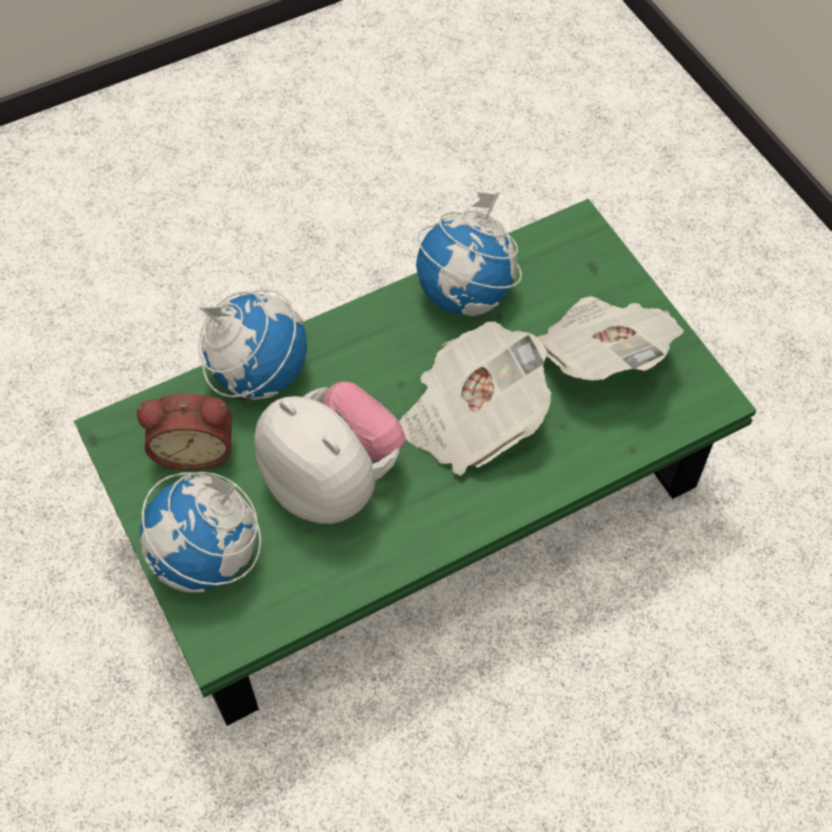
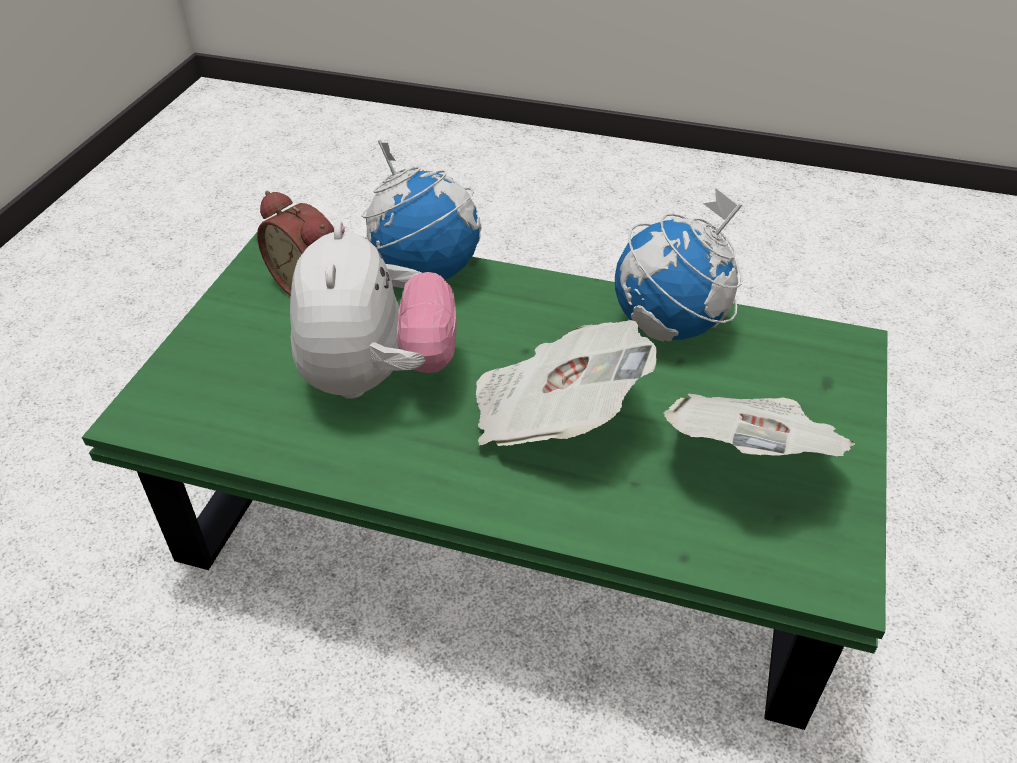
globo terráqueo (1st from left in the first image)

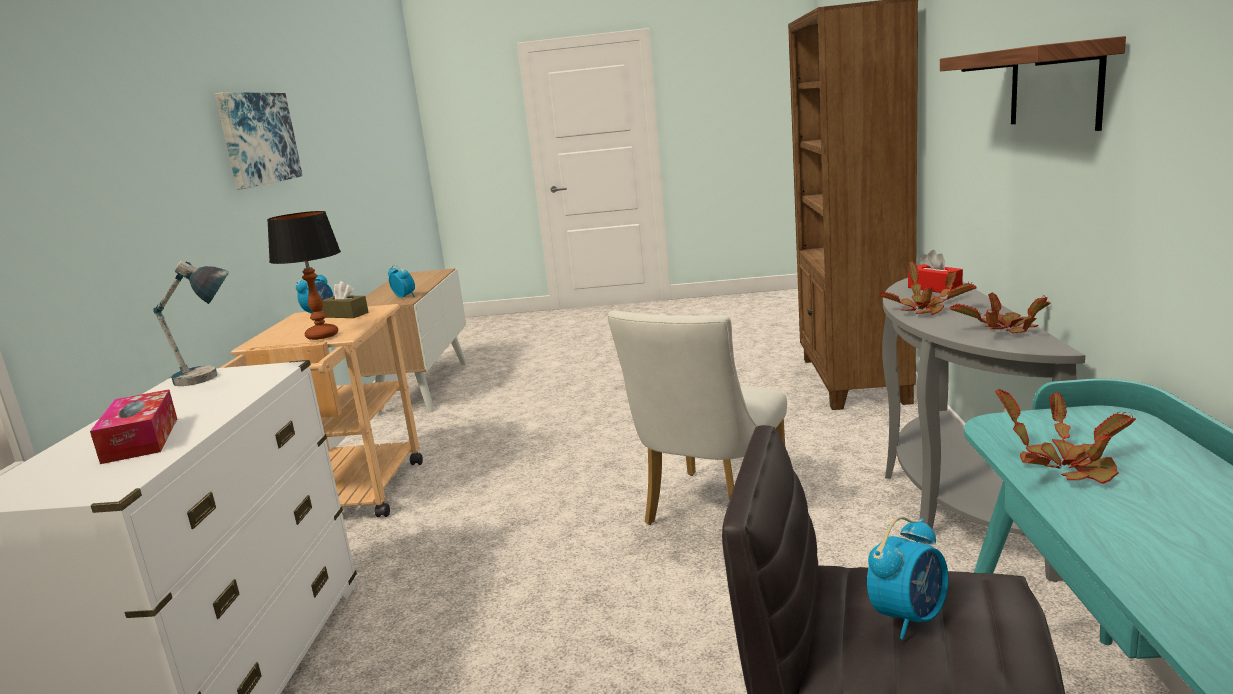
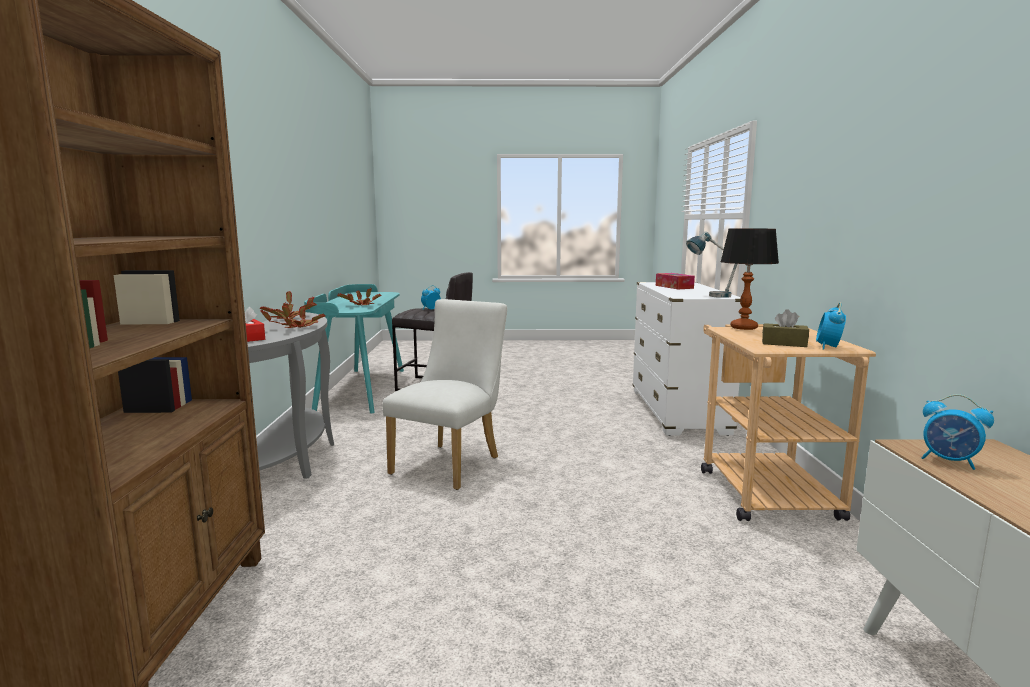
cuadro
estante

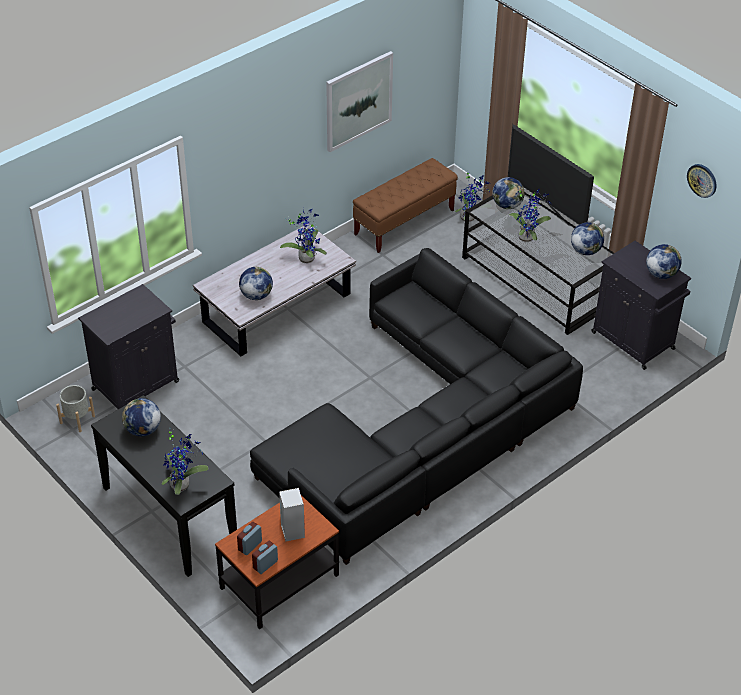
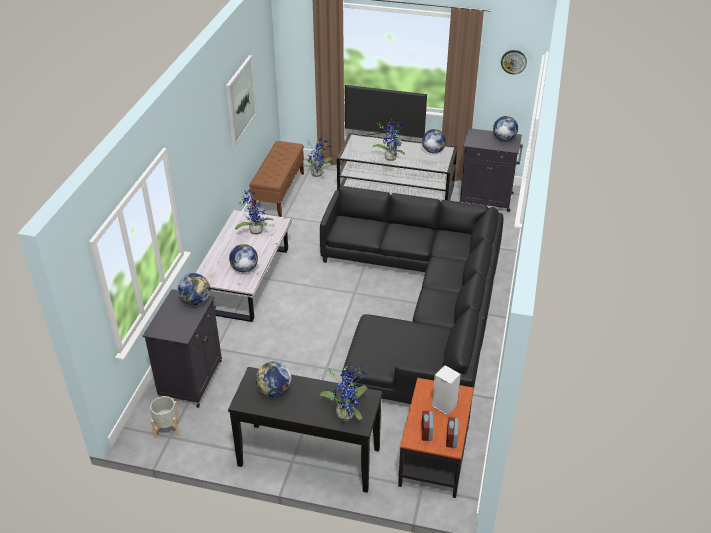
globo terráqueo (1st from left)

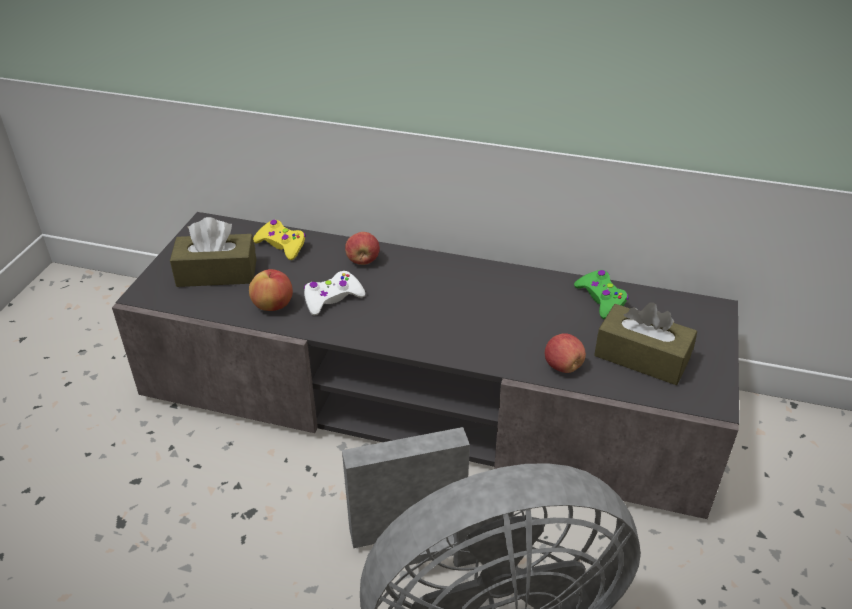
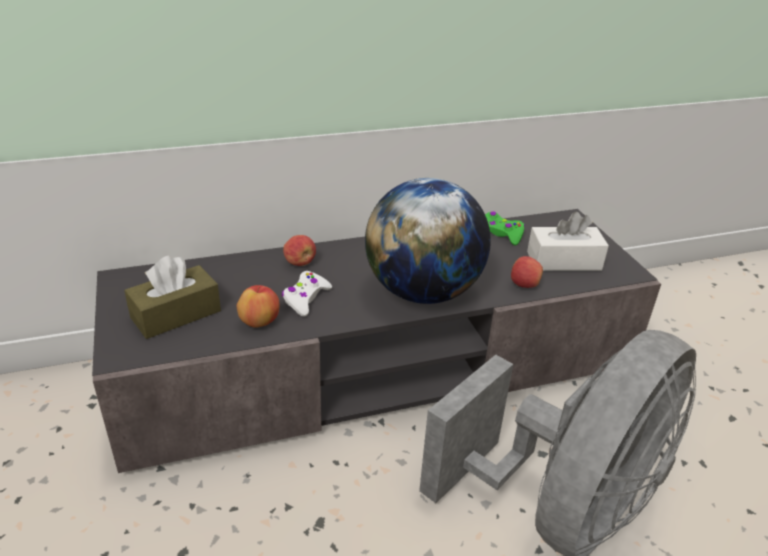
mando de consola [amarillo]
globo terráqueo
caja de pañuelos [blanco]

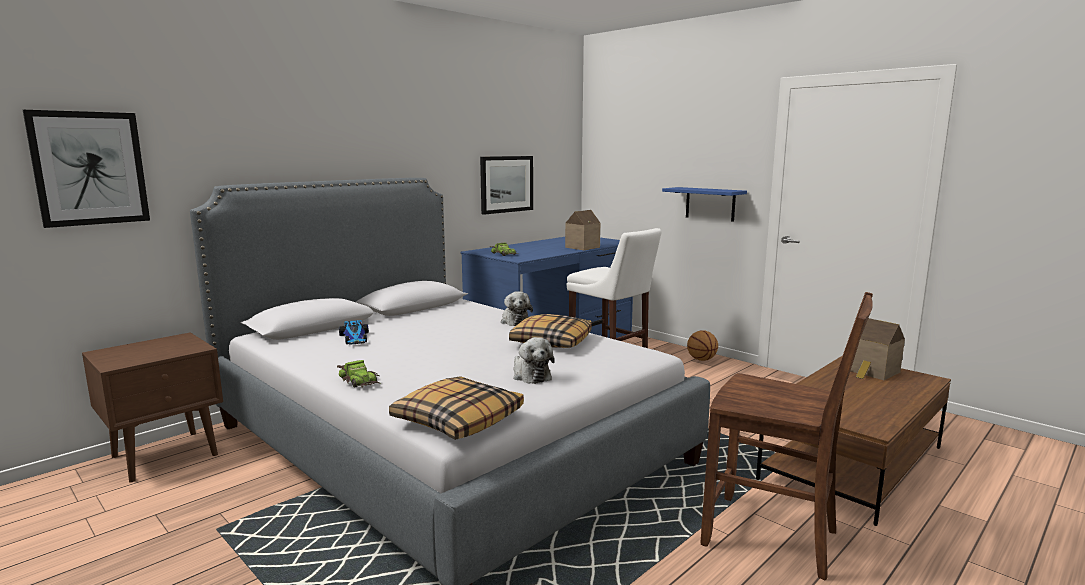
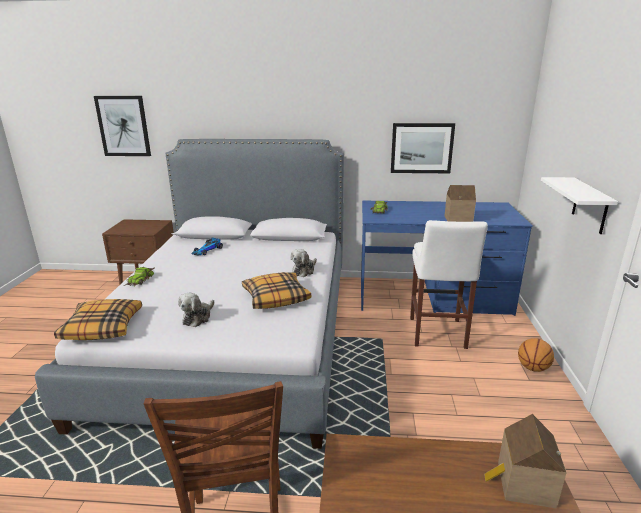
estante [blanco]

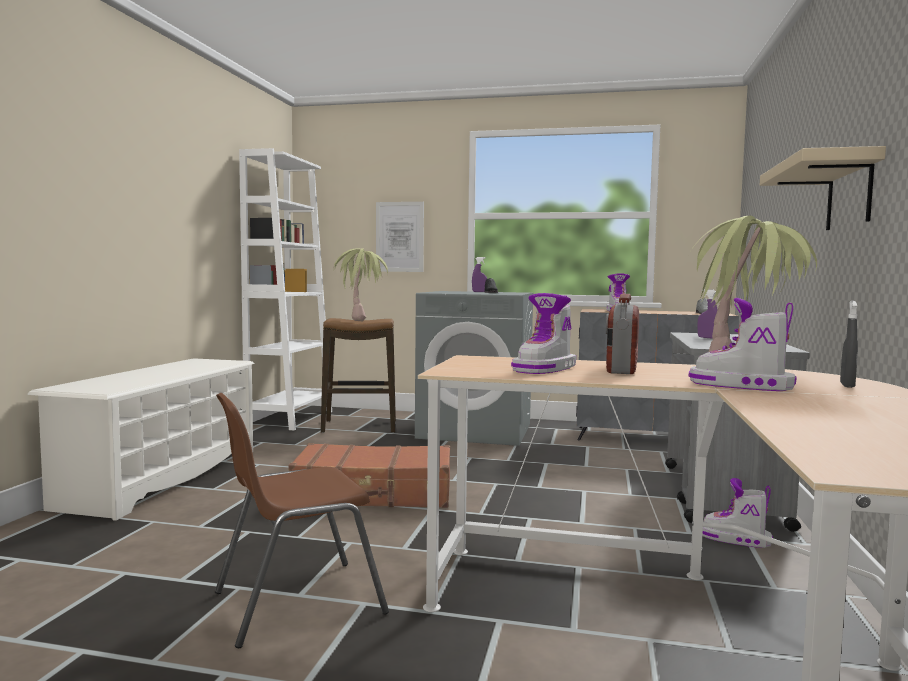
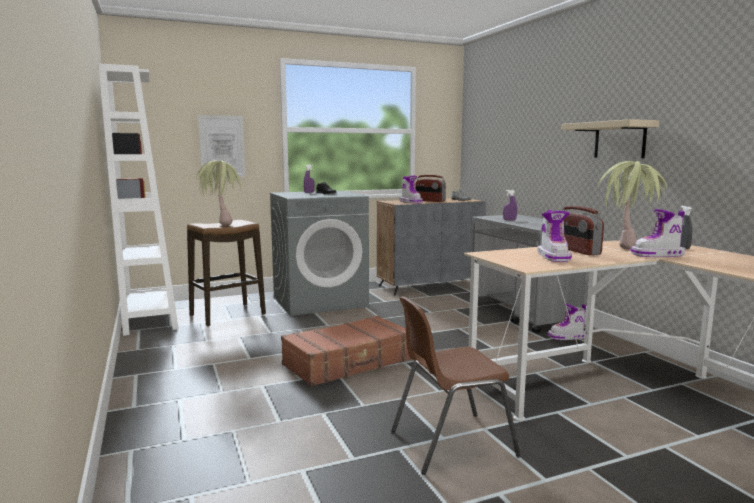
zapatero [blanco]
radio (1st from left)
silla [marrón]

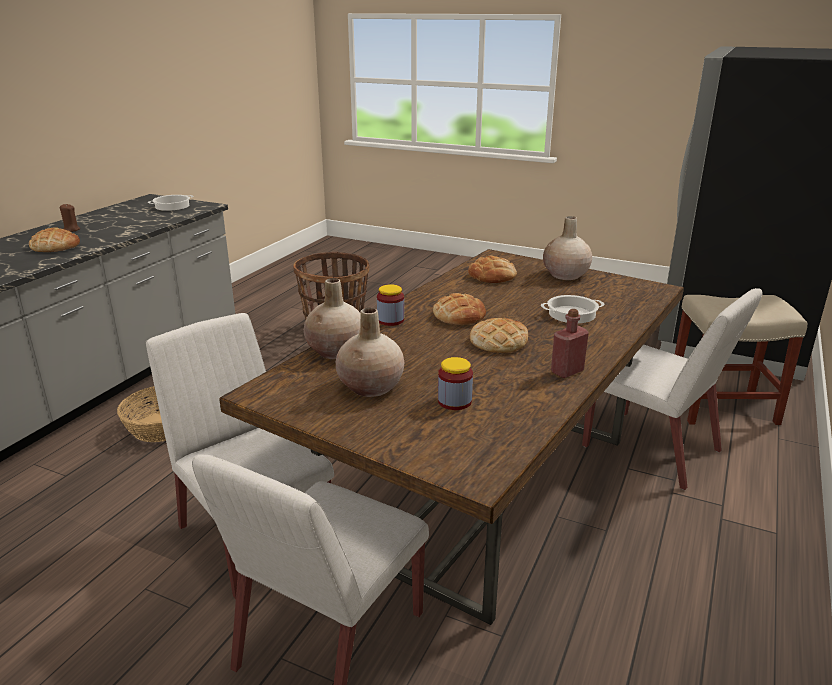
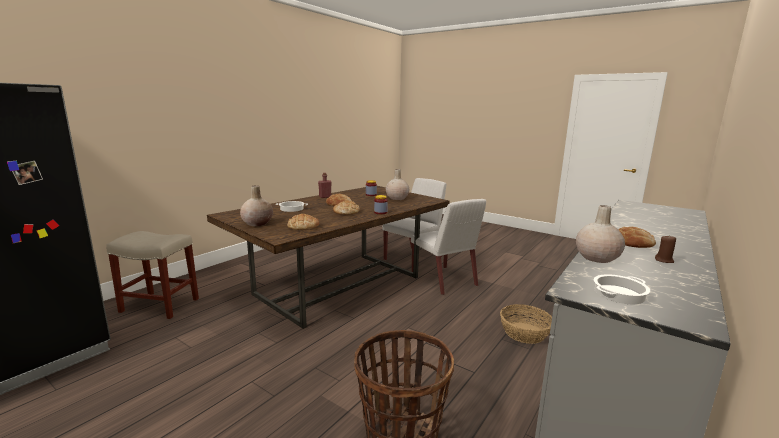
silla [blanco] (3rd from left in the first image)
florero [beis] (3rd from left)

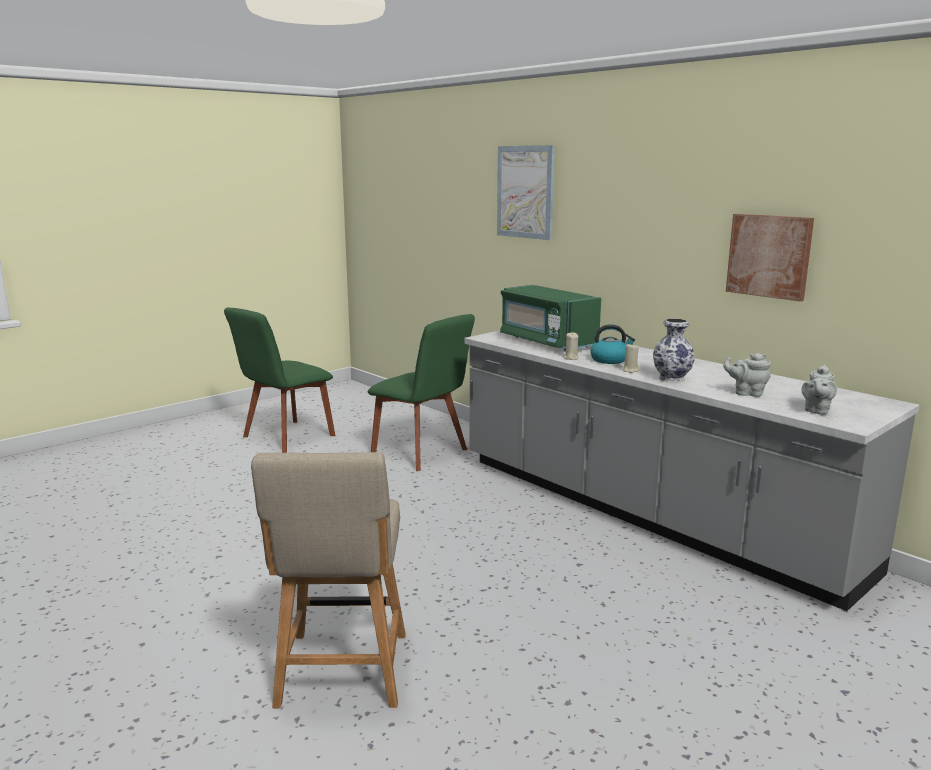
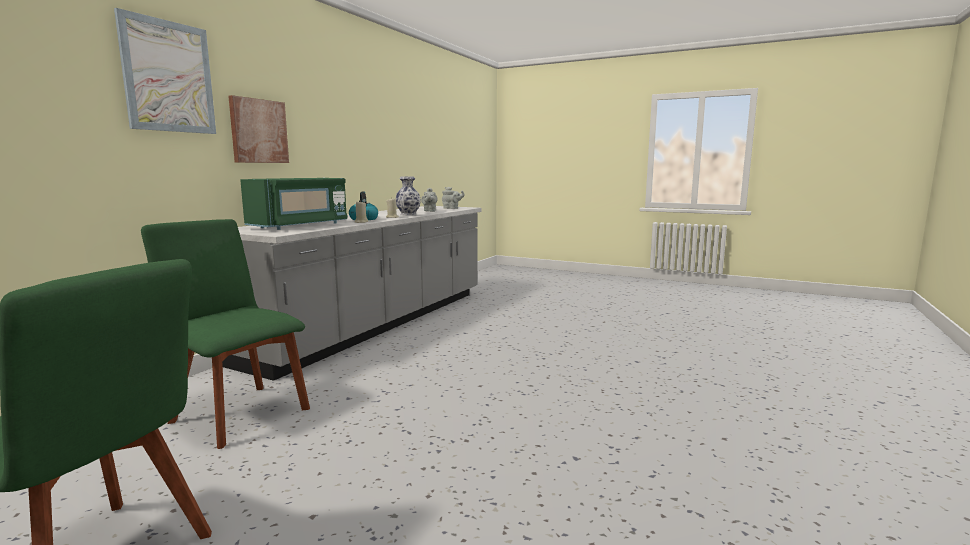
silla [beis]
cuadro (2nd from left)
silla [verde] (2nd from left)

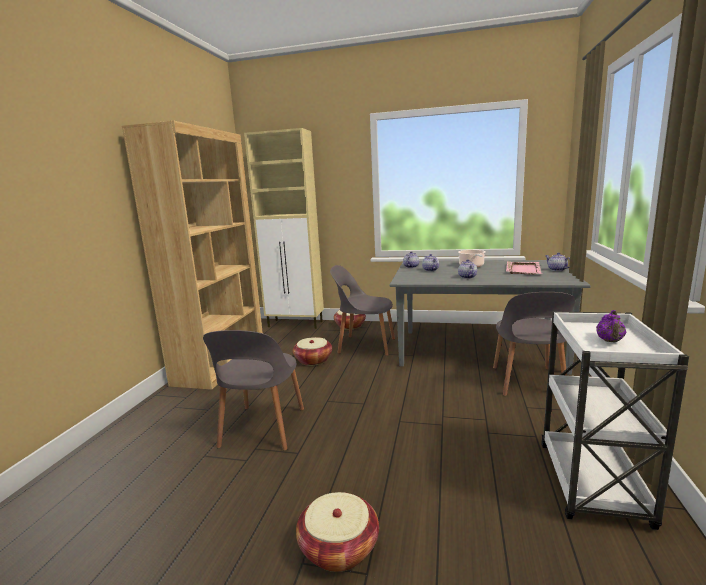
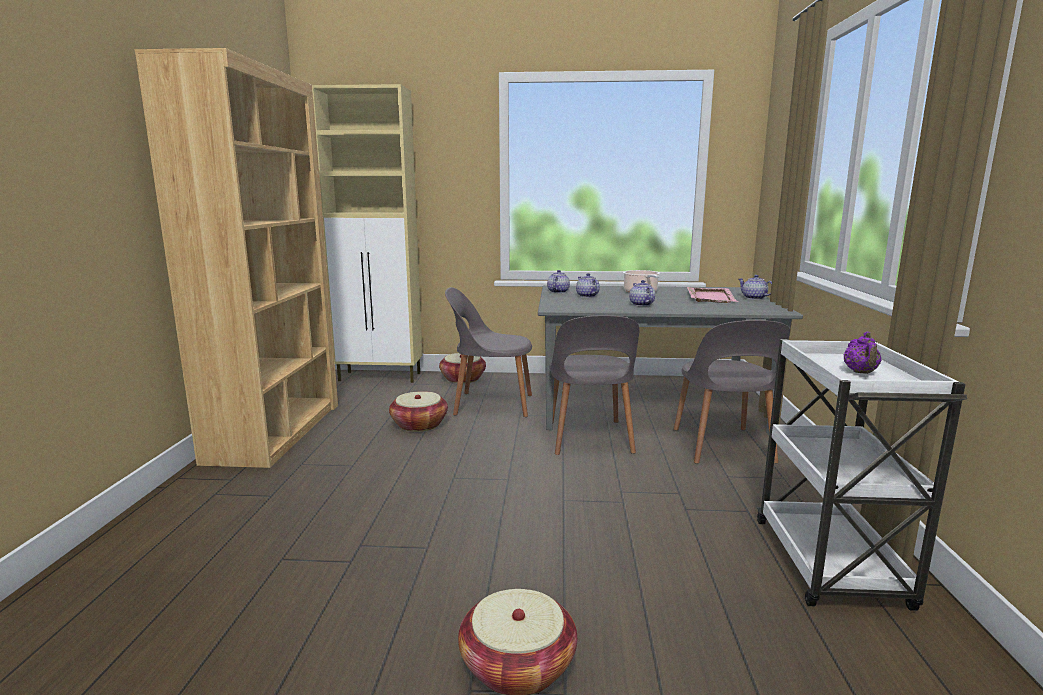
silla [gris] (2nd from left)

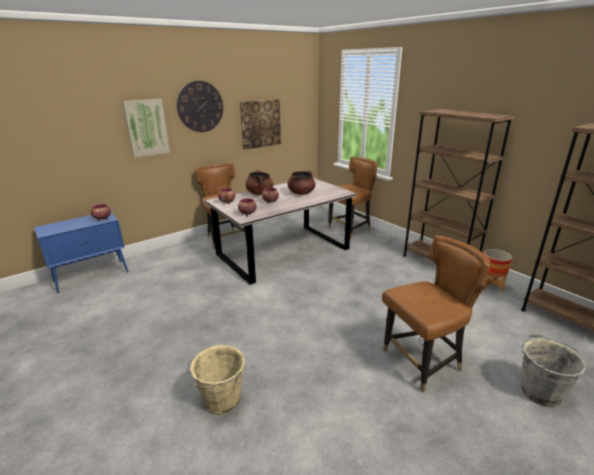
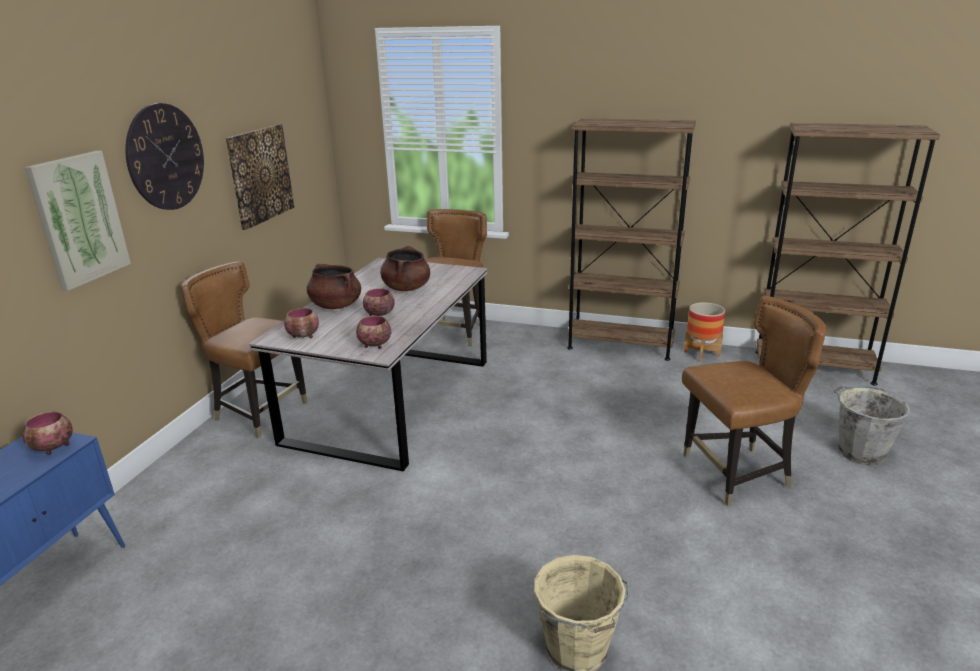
silla [marrón] (3rd from left)

